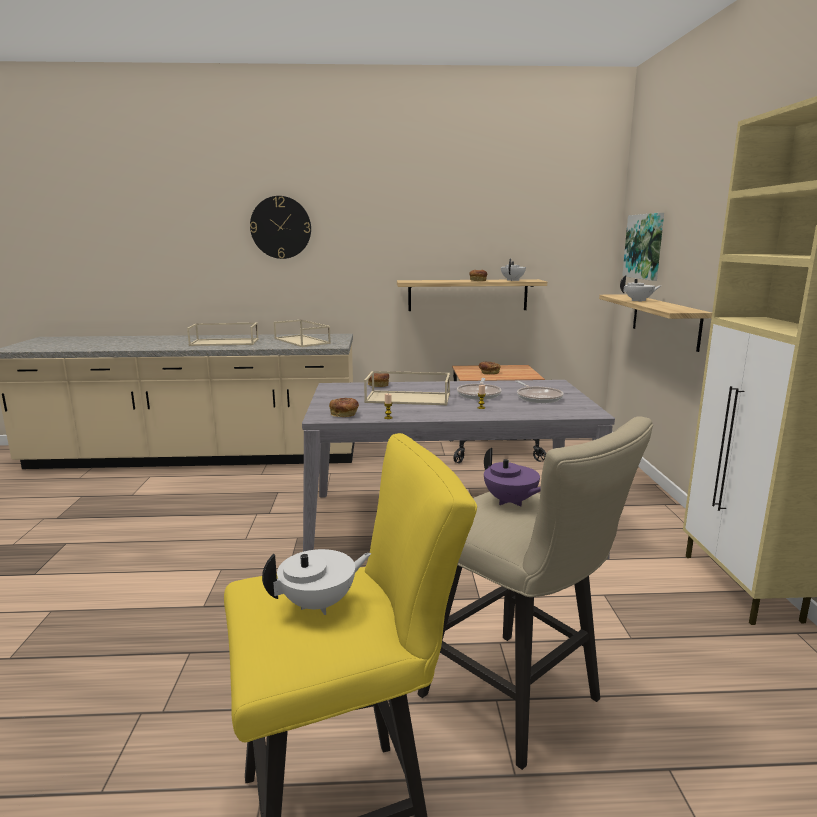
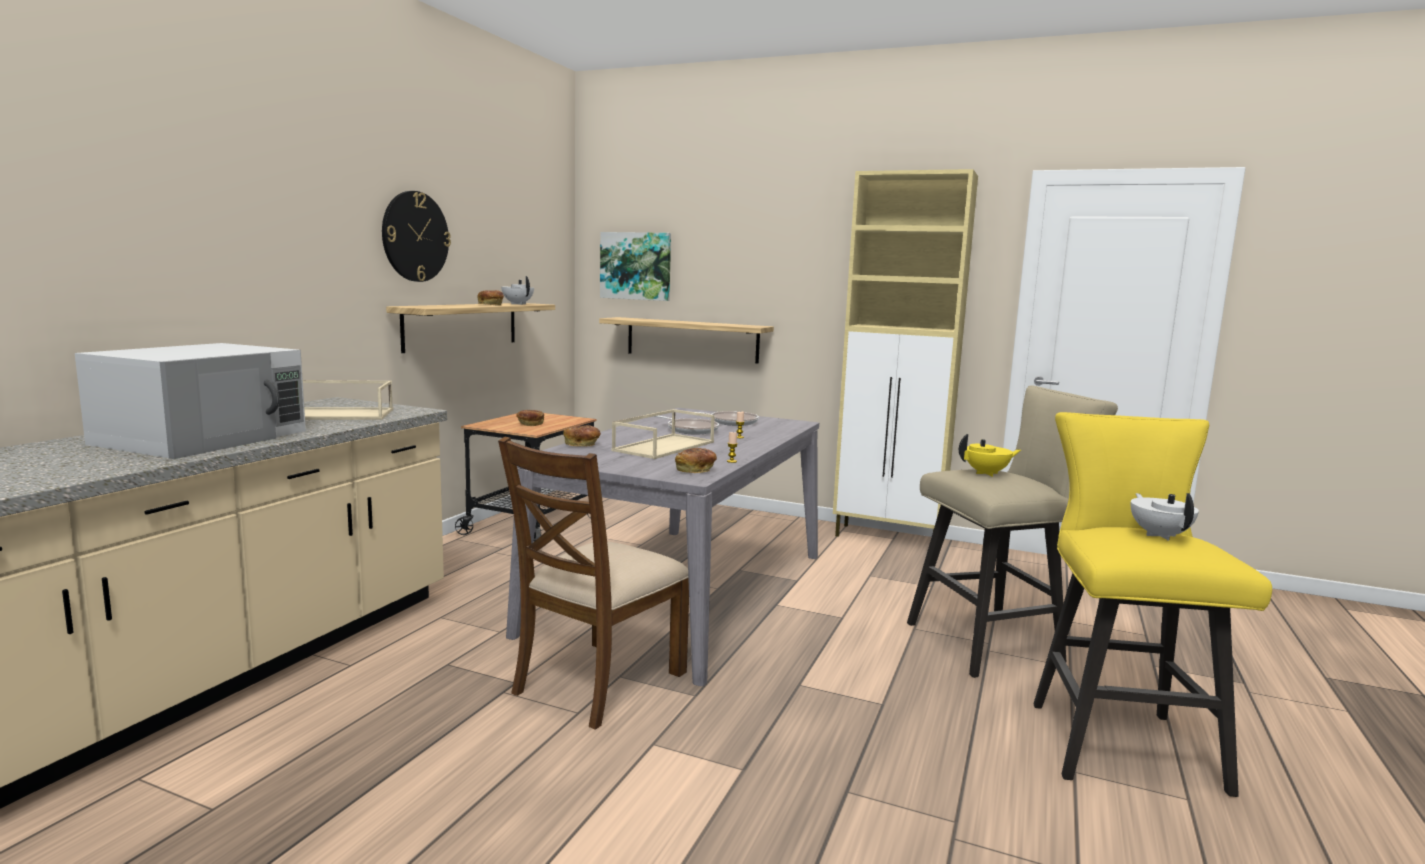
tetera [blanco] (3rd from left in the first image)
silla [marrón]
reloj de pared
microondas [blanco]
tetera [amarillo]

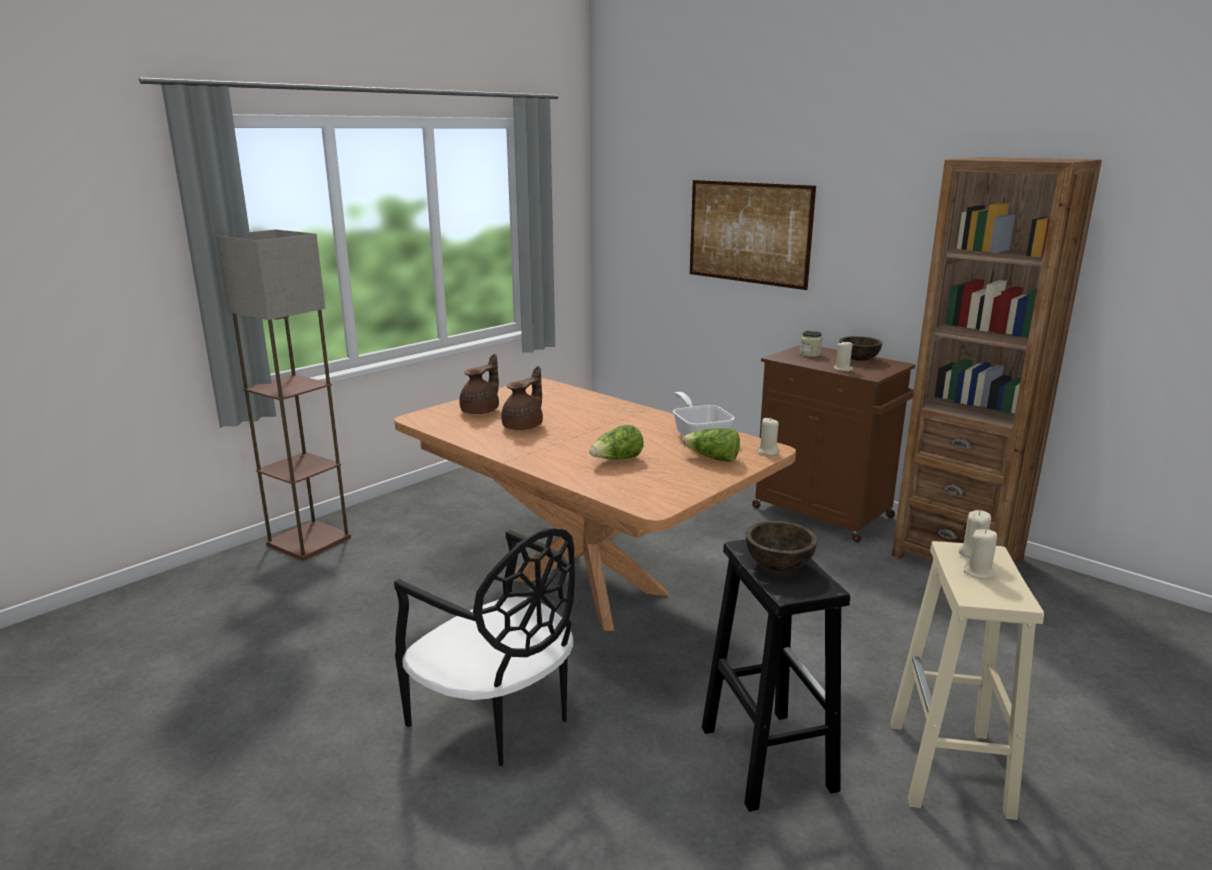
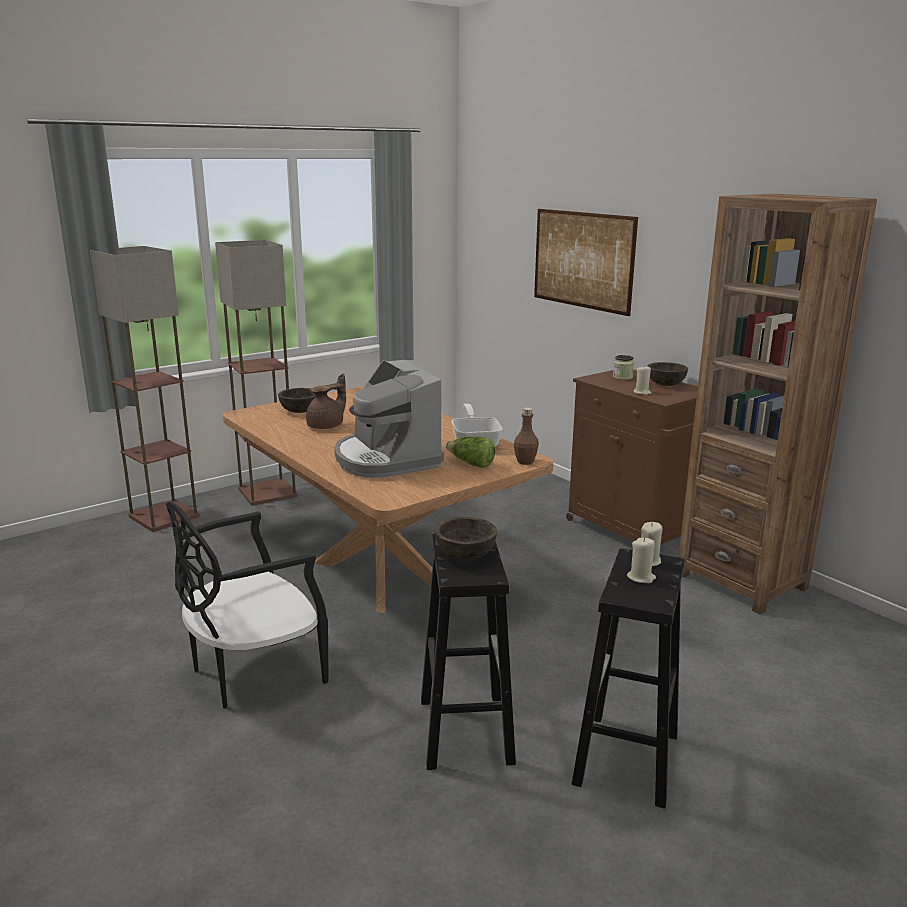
lámpara de pie (2nd from left)
cuenco [marrón] (1st from left)
cafetera
botella [marrón]
taburete [negro] (2nd from left)
silla [negro]

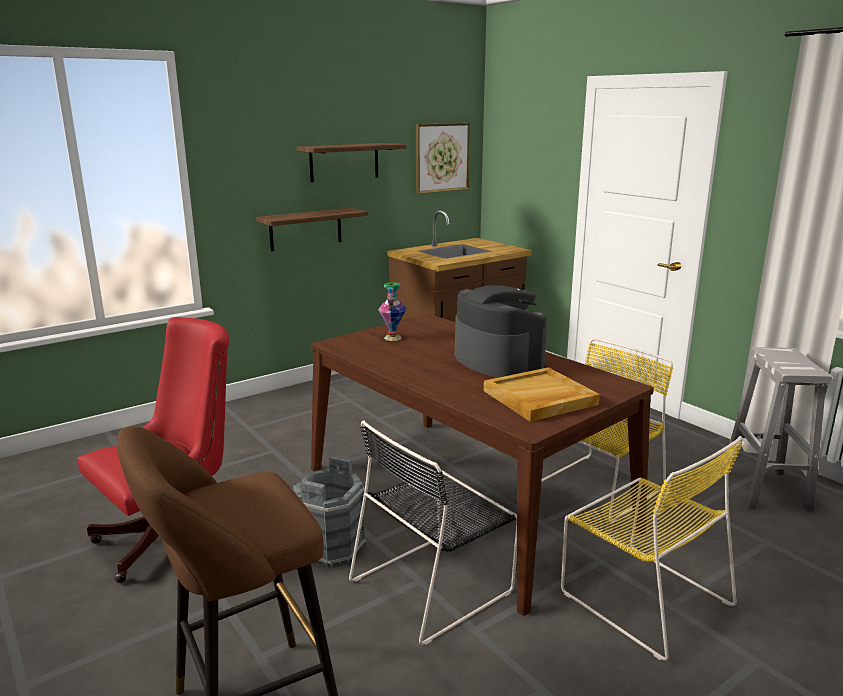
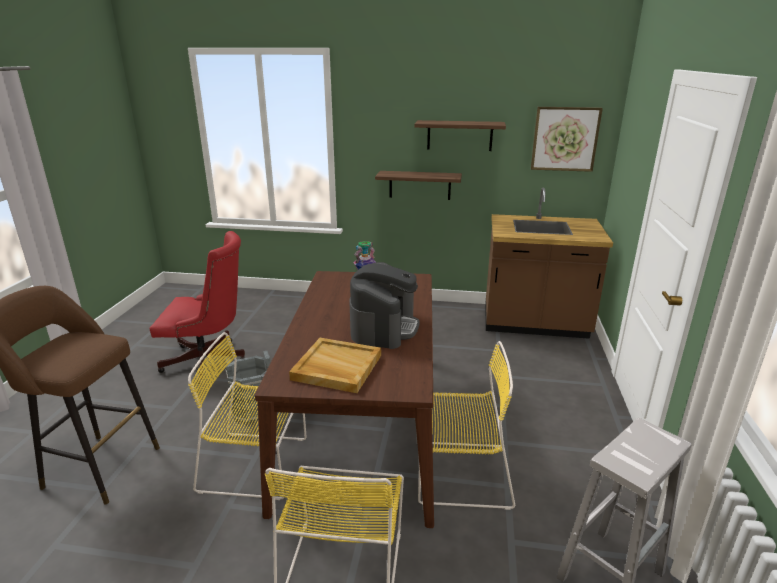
silla [amarillo] (1st from left)

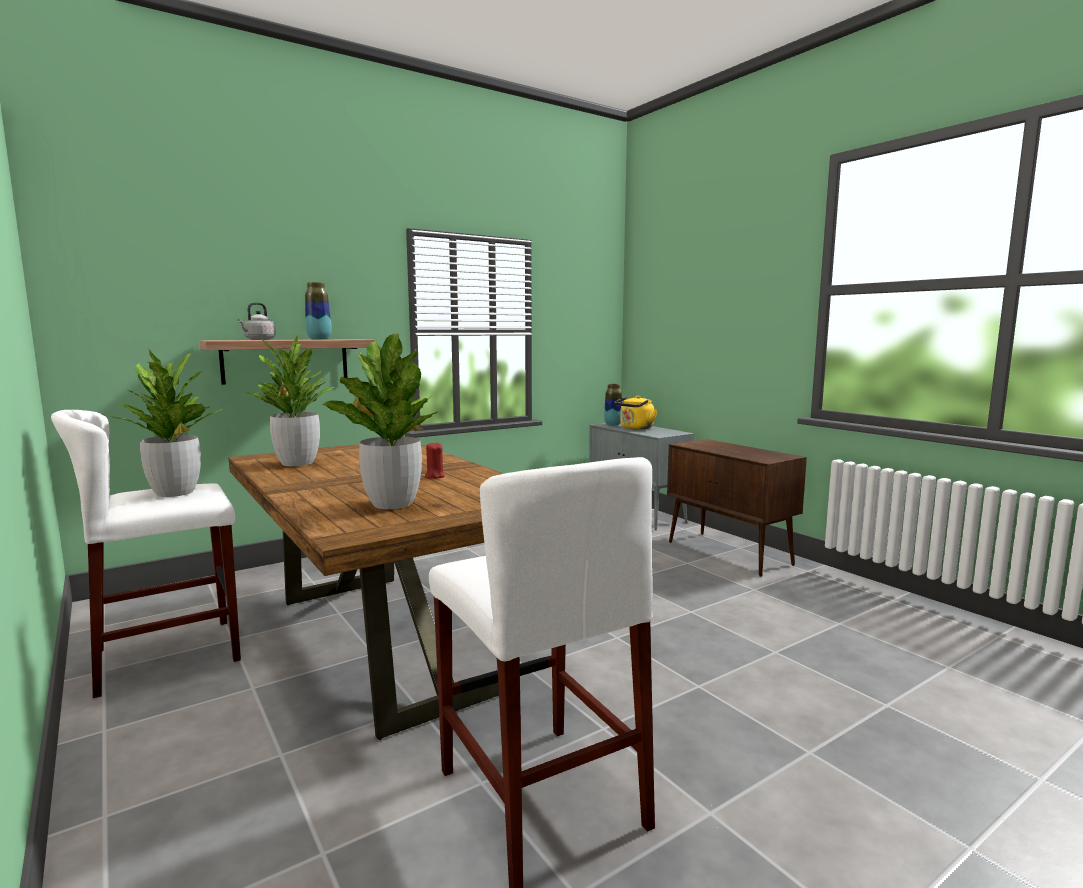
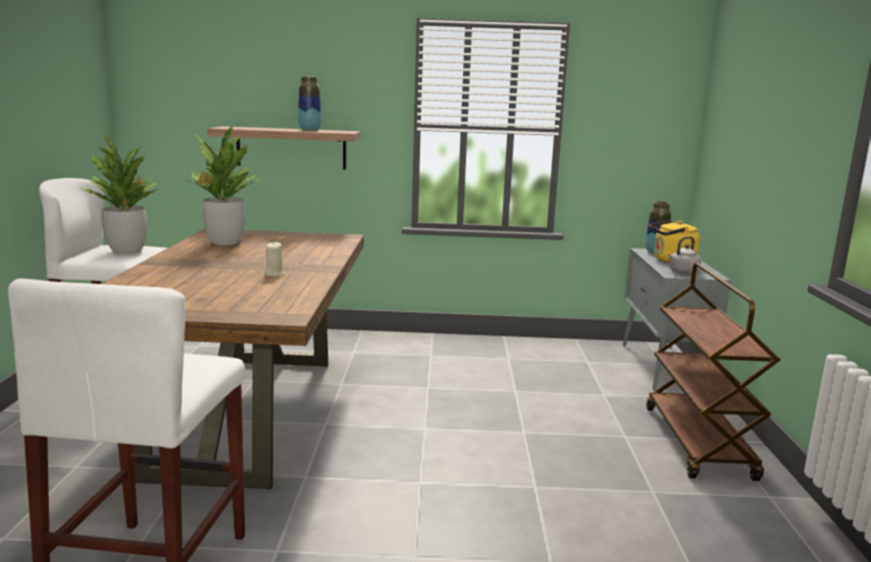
planta en maceta (3rd from left in the first image)
hervidor [gris]
carrito [marrón]
vela [beis]

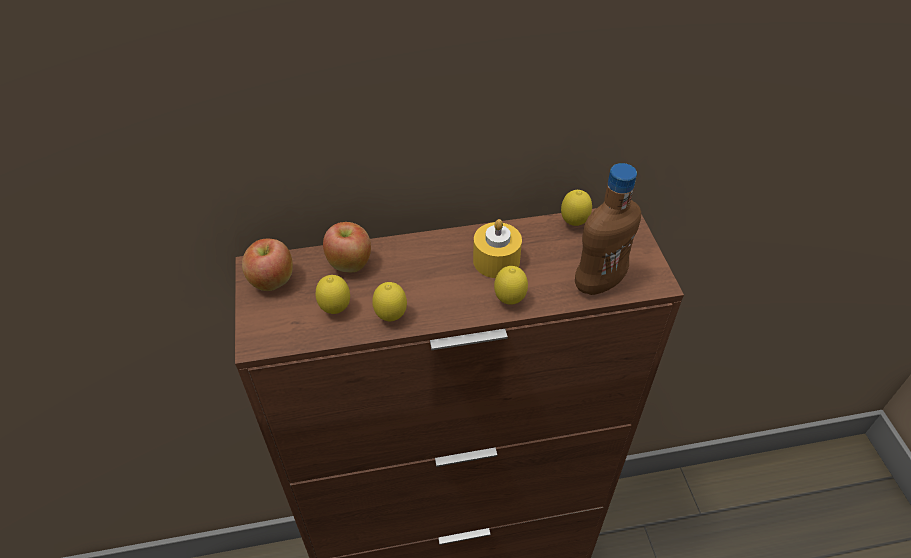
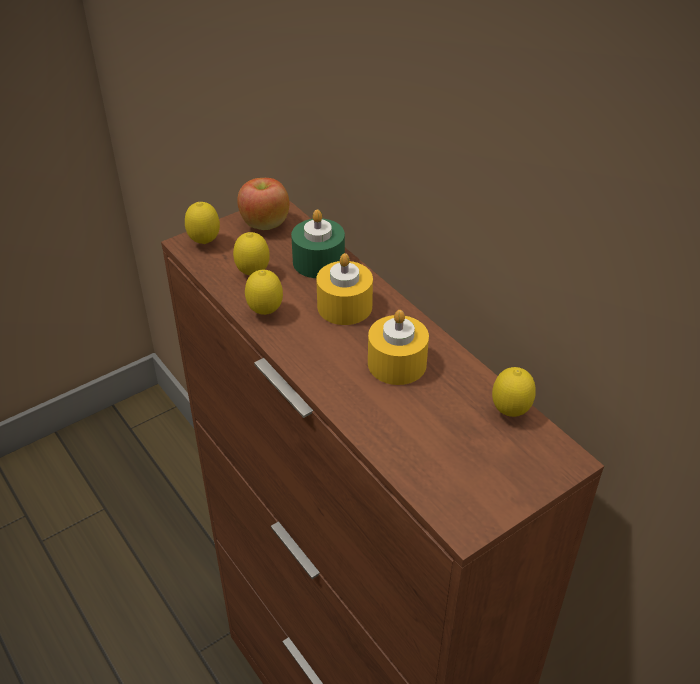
botella [marrón]
vela [amarillo] (1st from left)
limón (1st from left)
vela [verde]

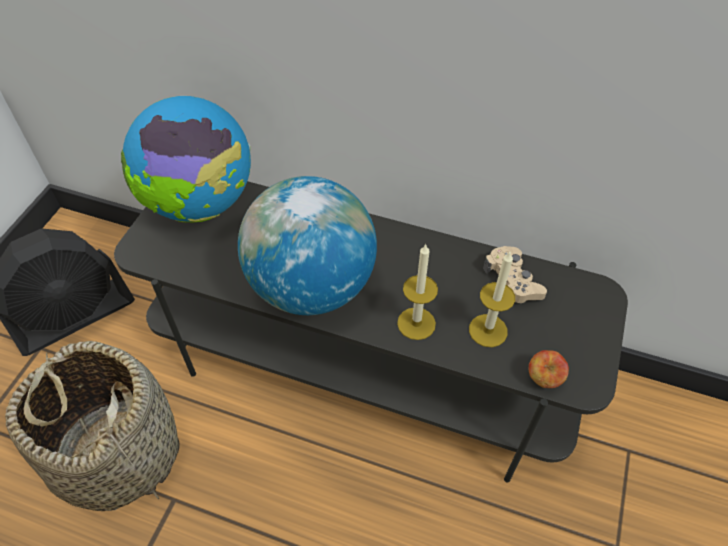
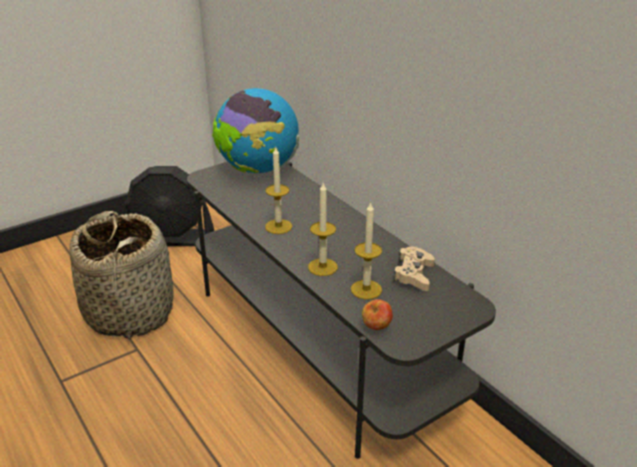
vela (1st from left)

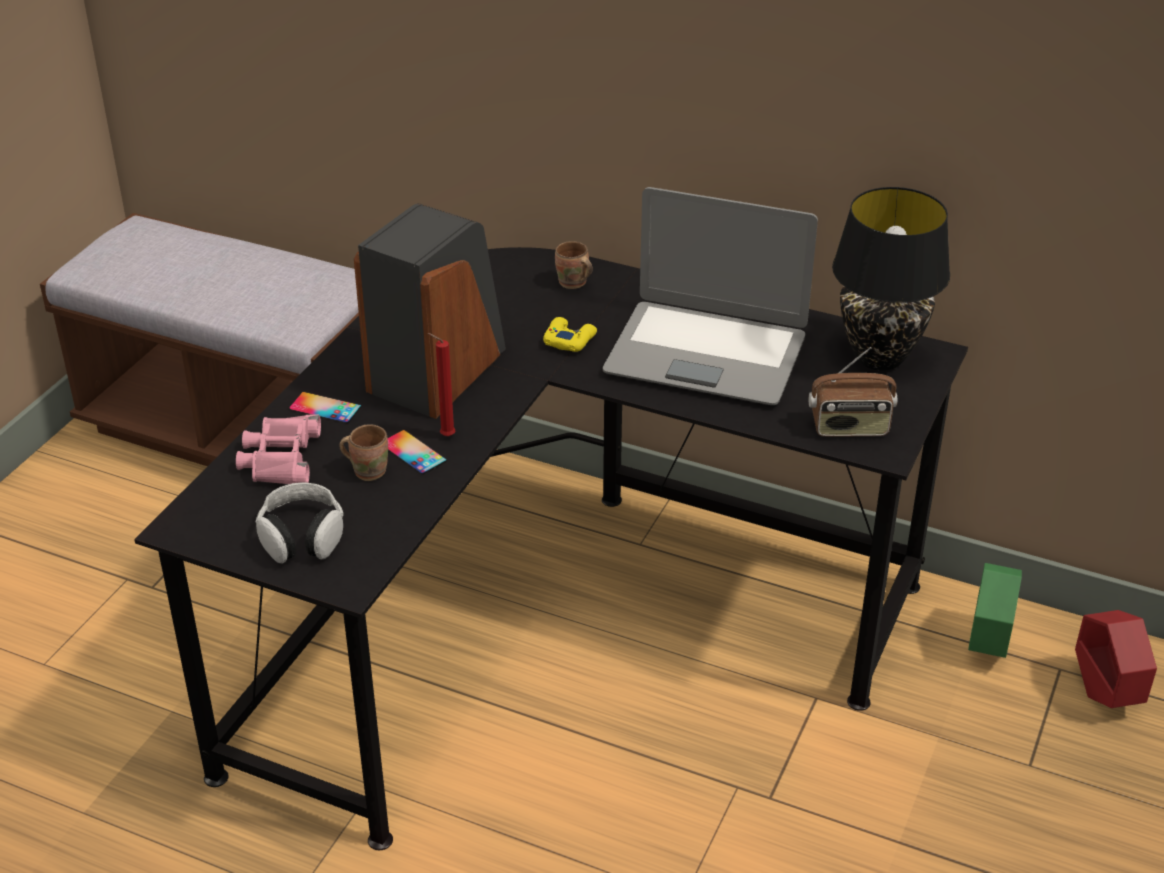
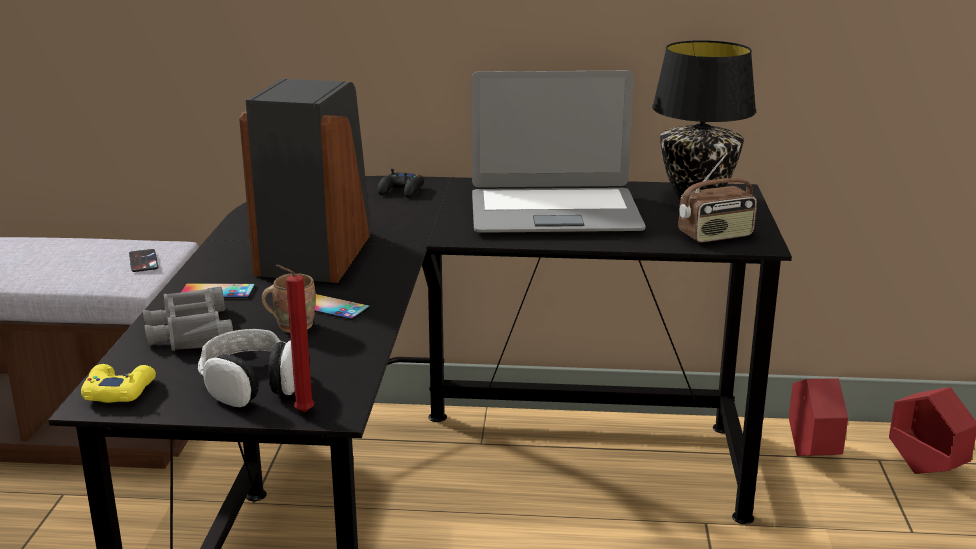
móvil (1st from left)
vela [rojo]
mando de consola [amarillo]
mando de consola [negro]
prismáticos [gris]
maceta [rojo] (1st from left)

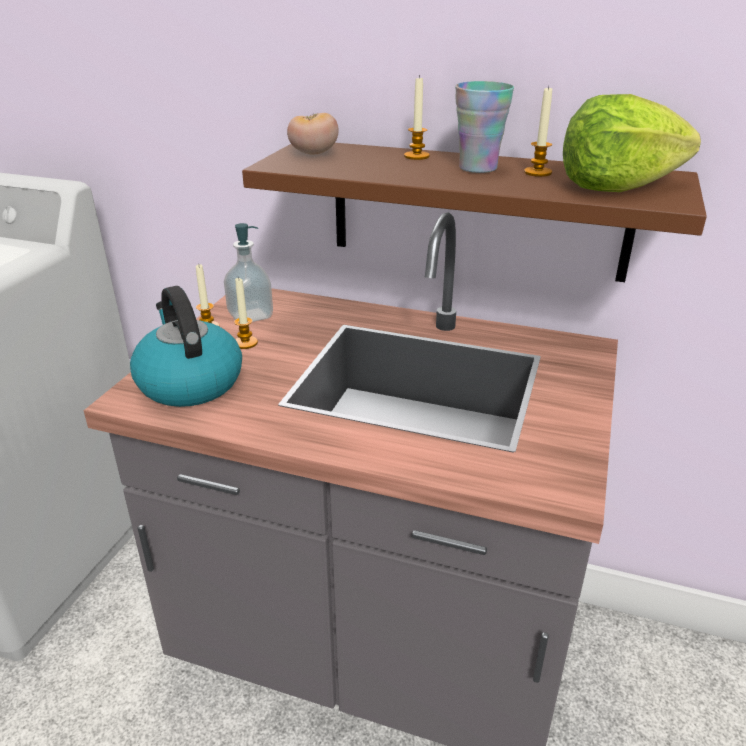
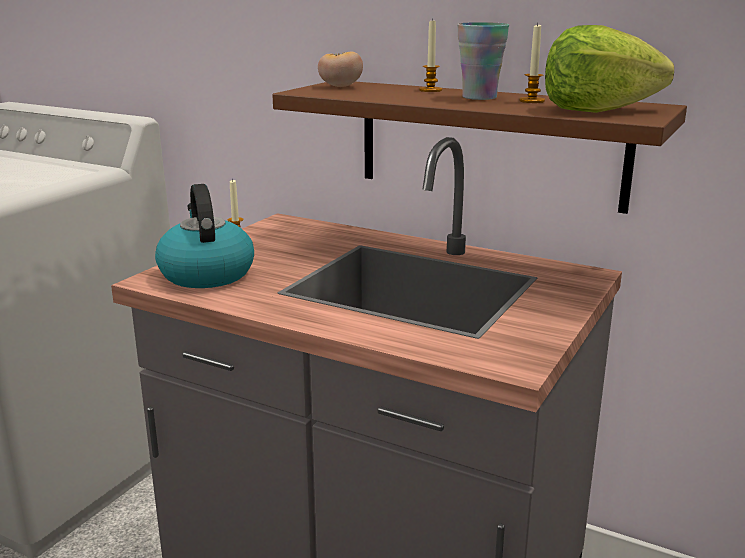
dispensador de jabón
vela (2nd from left in the first image)

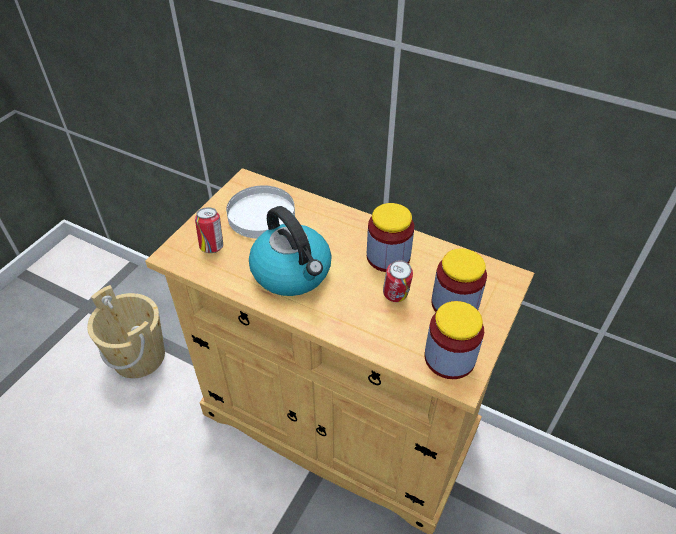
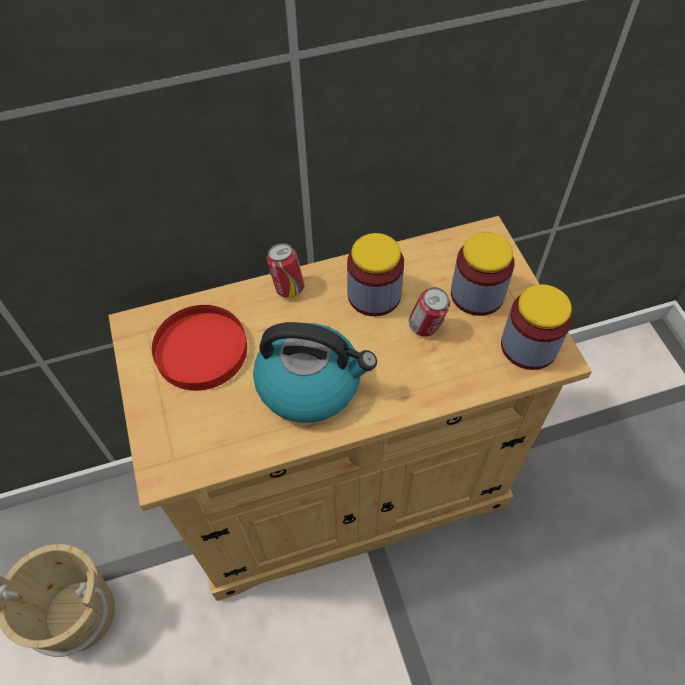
lata (1st from left)
plato [rojo]

